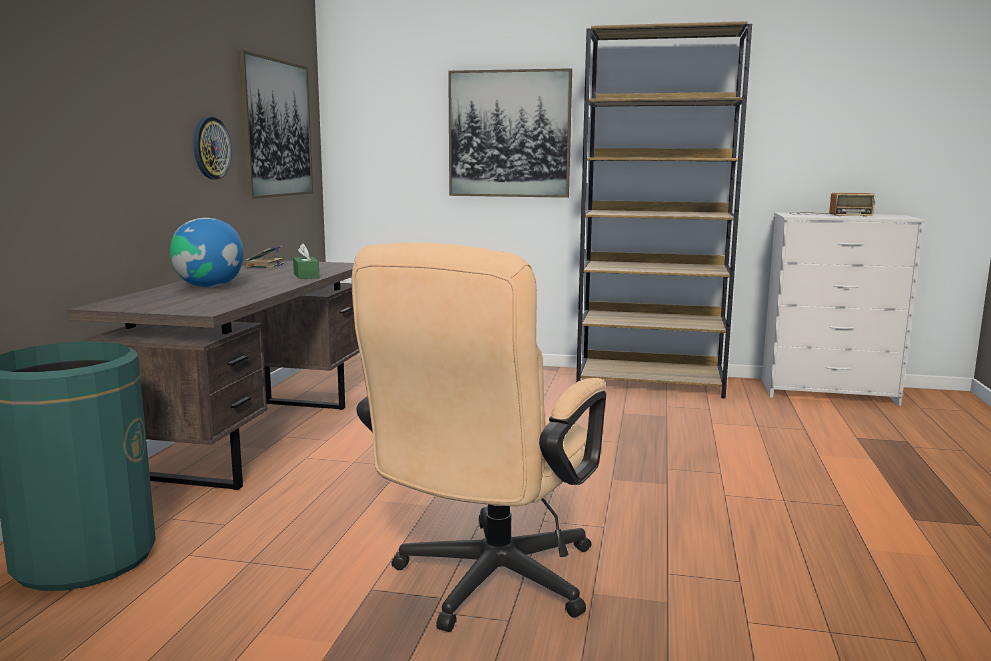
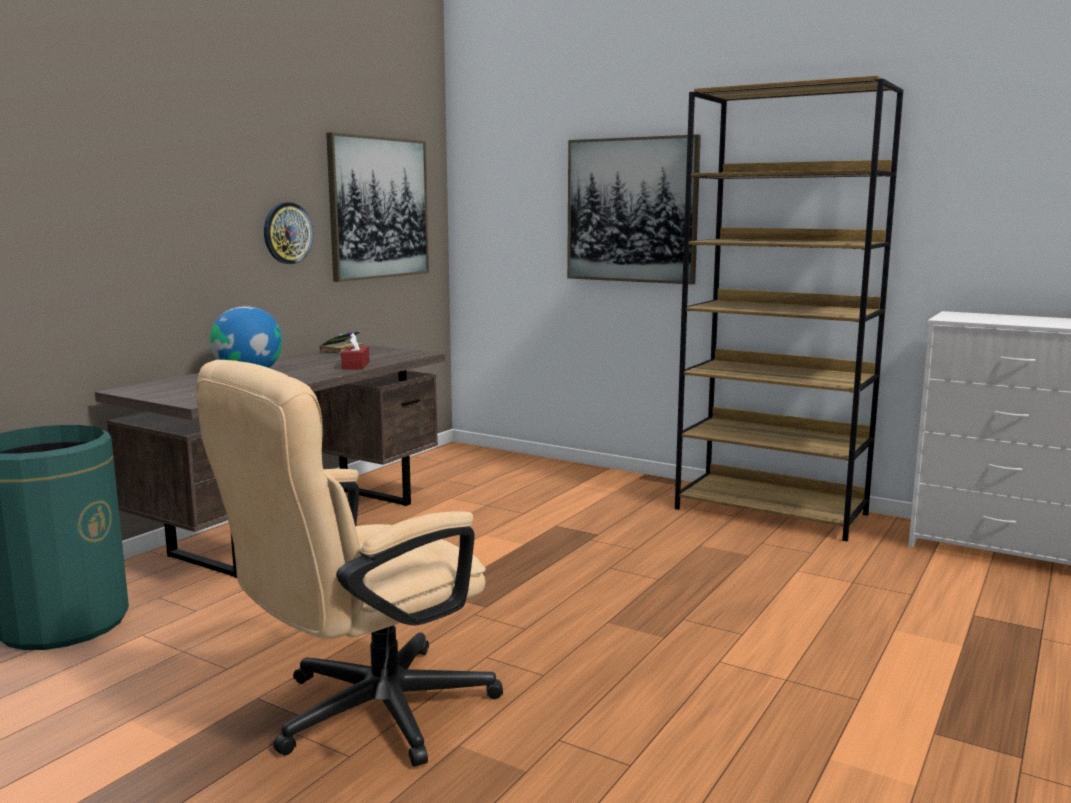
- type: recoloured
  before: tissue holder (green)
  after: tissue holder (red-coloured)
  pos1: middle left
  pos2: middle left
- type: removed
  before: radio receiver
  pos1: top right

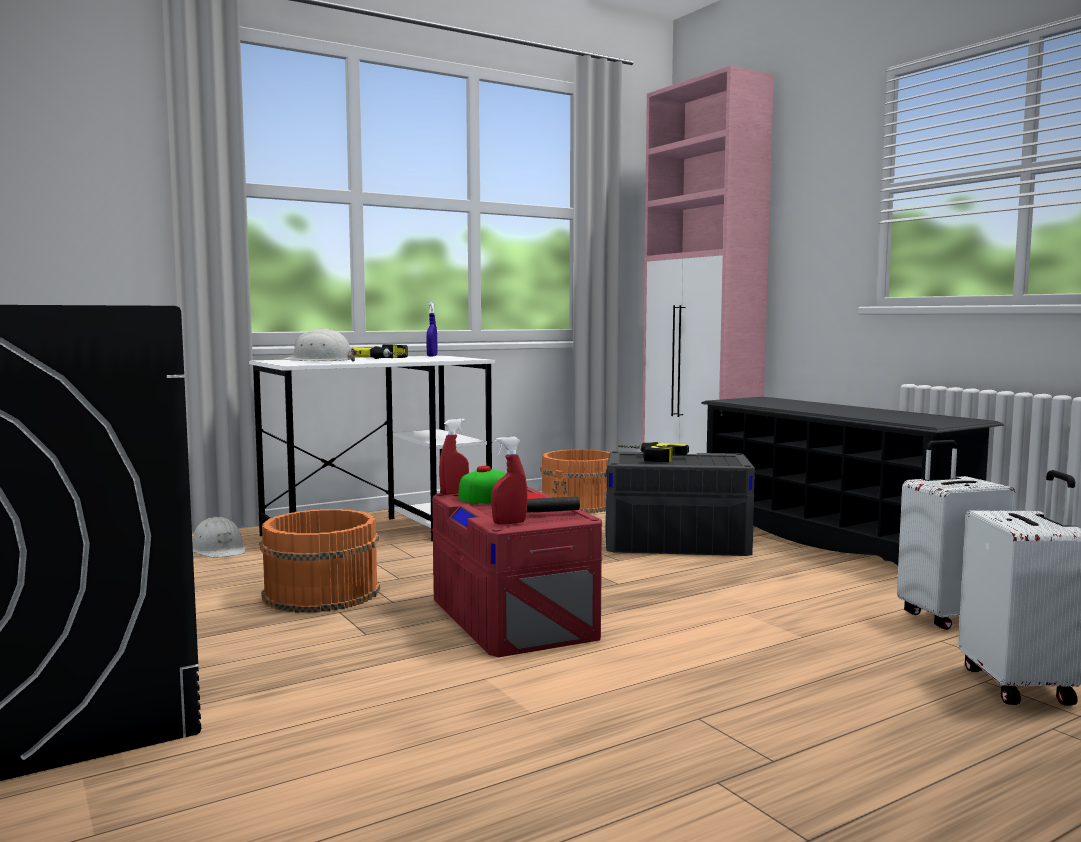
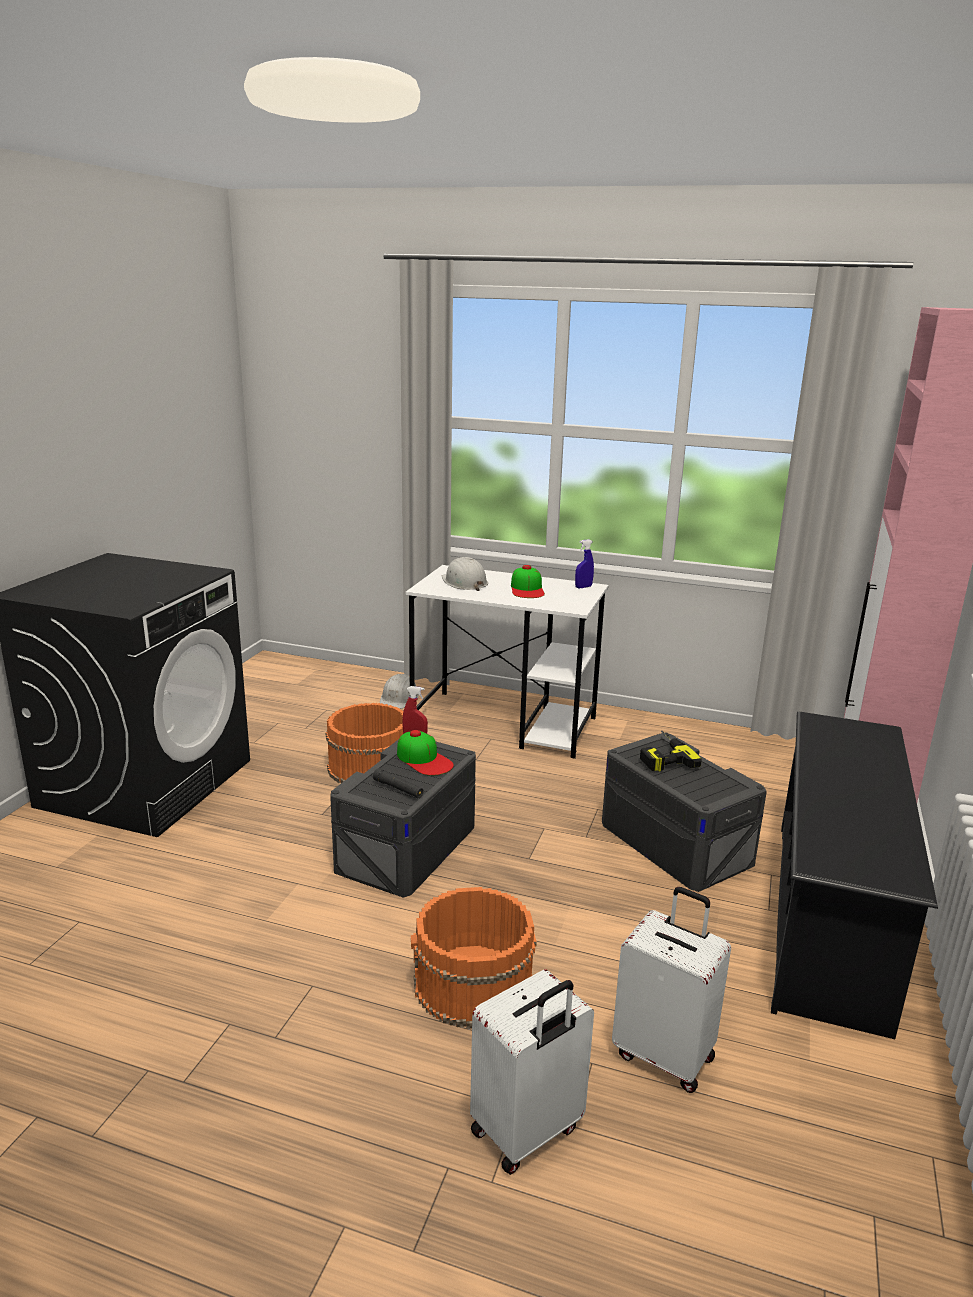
- type: replaced
  before: drill (1st from left)
  after: cap (2nd from left)
  pos1: centre
  pos2: centre
- type: recoloured
  before: storage bin (red-coloured)
  after: storage bin (gray) (1st from left)
  pos1: bottom centre
  pos2: centre
- type: removed
  before: spray bottle (red-coloured) (2nd from left)
  pos1: centre
- type: moved
  before: water bucket (orangey) (2nd from left)
  pos1: centre
  pos2: bottom centre

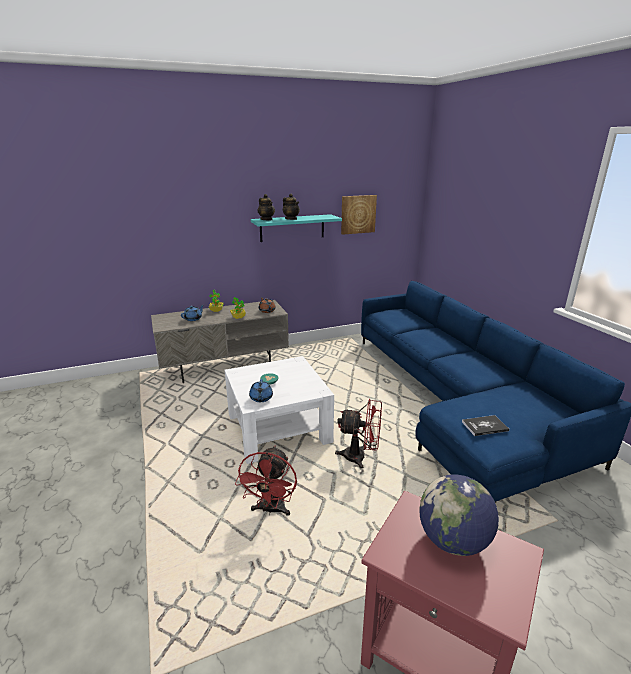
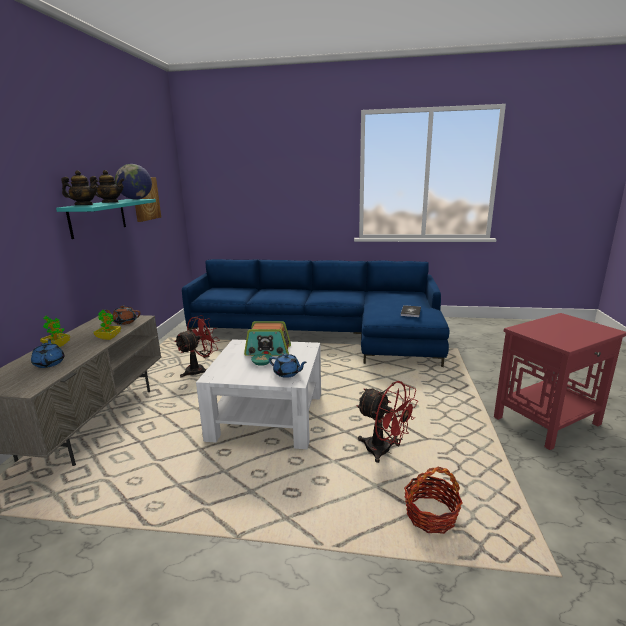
- type: moved
  before: cooling fan (red-coloured) (2nd from left in the first image)
  after: cooling fan (red-coloured) (1st from left)
  pos1: centre
  pos2: middle left
- type: moved
  before: world globe
  pos1: bottom right
  pos2: top left
- type: added
  after: radio receiver
  pos2: centre
- type: added
  after: household basket
  pos2: bottom right

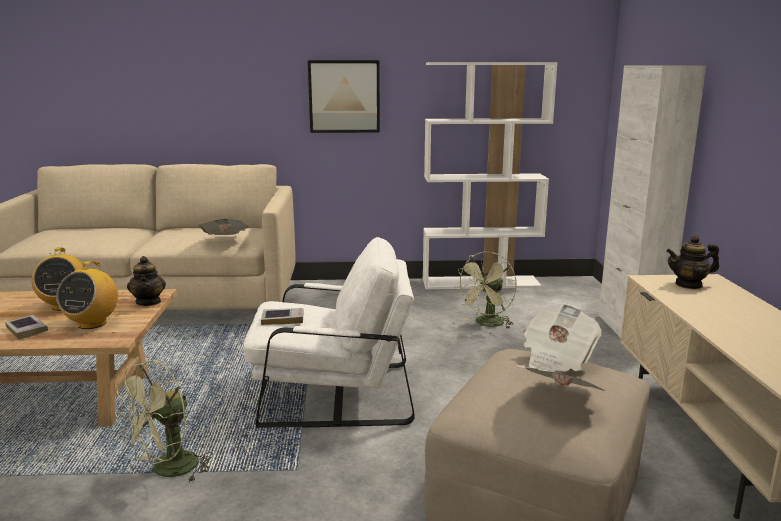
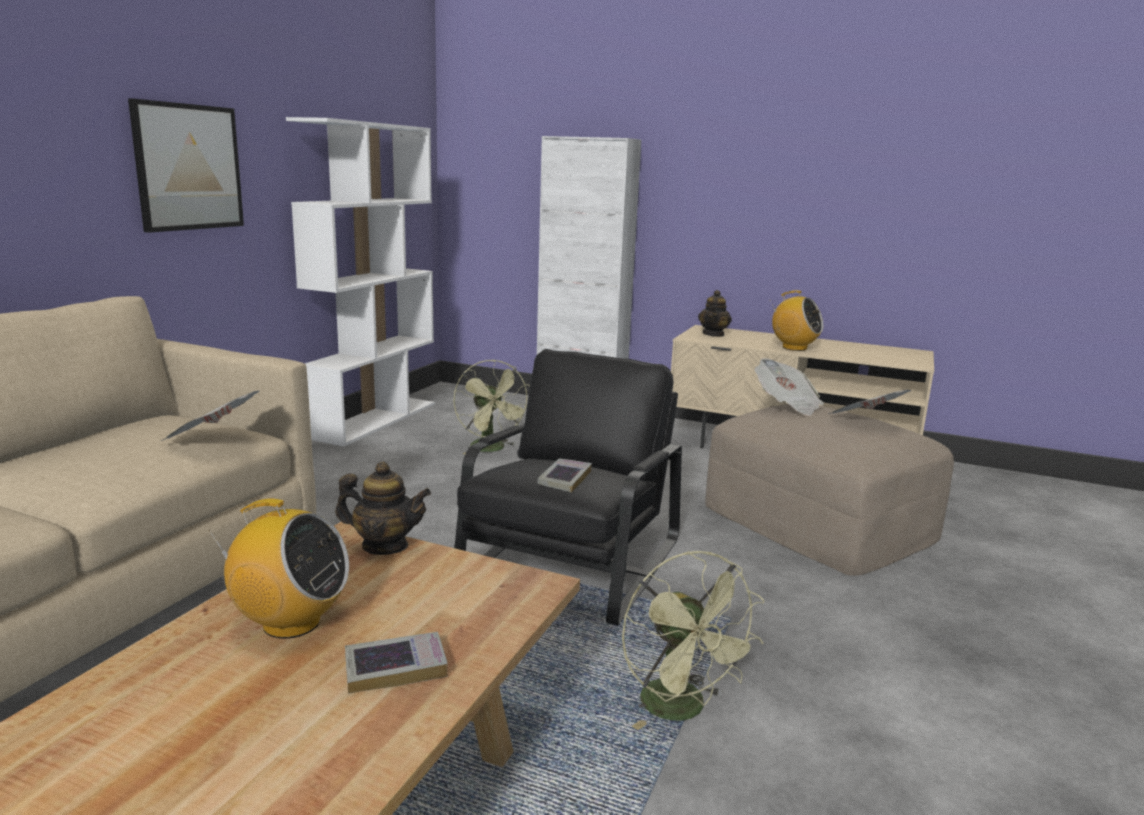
- type: moved
  before: radio receiver (2nd from left)
  pos1: middle left
  pos2: middle right
- type: recoloured
  before: armchair (white)
  after: armchair (black)
  pos1: centre
  pos2: centre

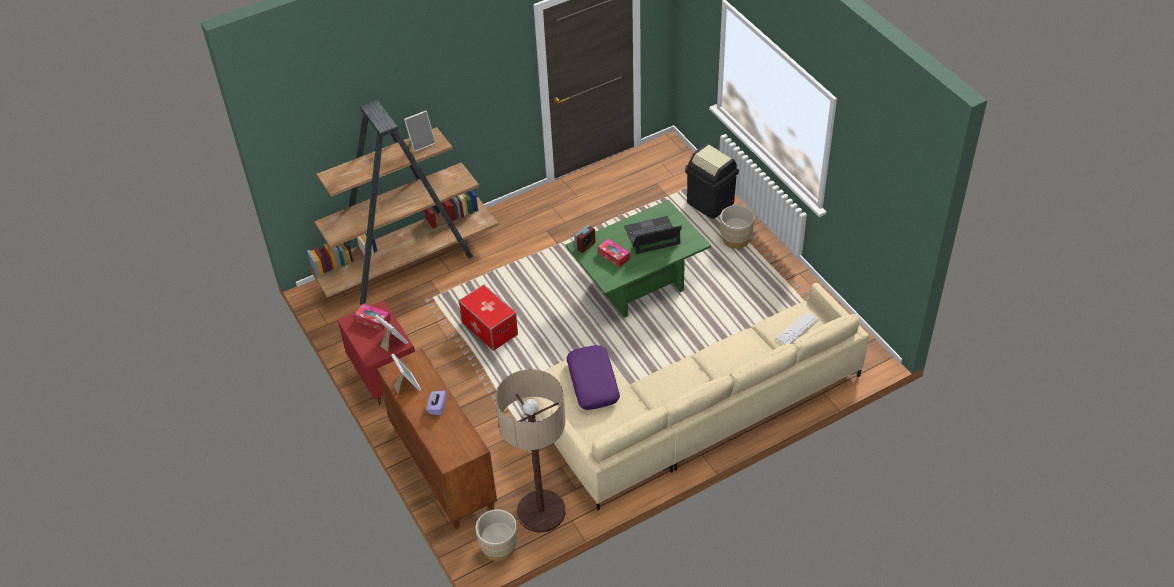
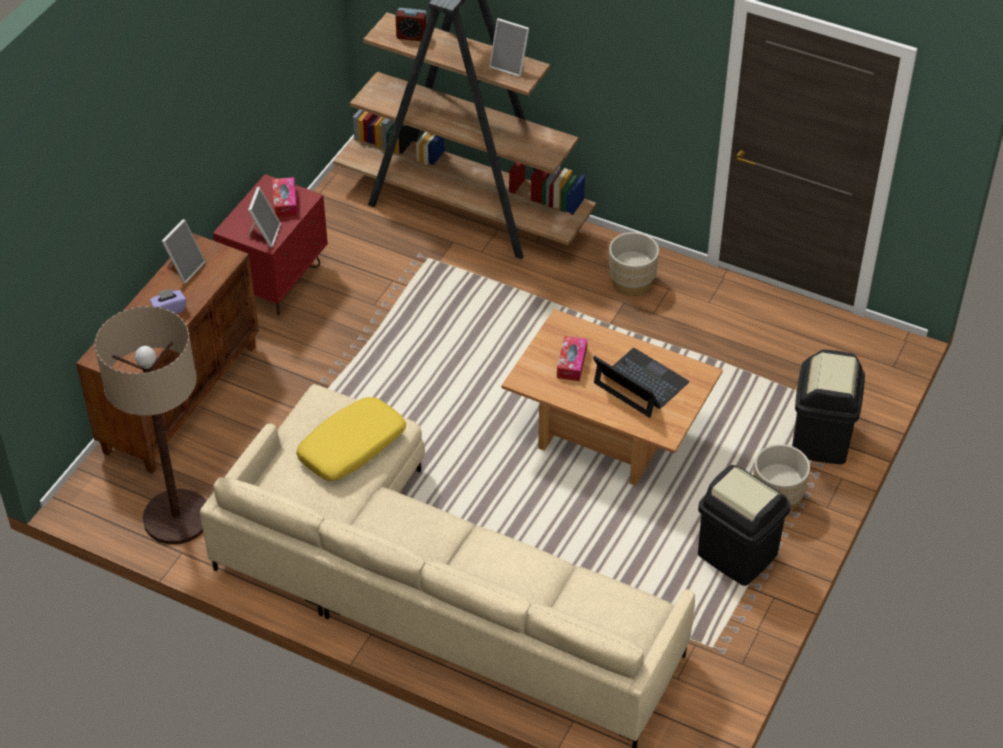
- type: removed
  before: storage bin
  pos1: centre
- type: moved
  before: planter (beige) (1st from left)
  pos1: bottom centre
  pos2: centre
- type: recoloured
  before: coffee table (green)
  after: coffee table (brownish)
  pos1: centre
  pos2: centre
- type: recoloured
  before: throw pillow (purplish)
  after: throw pillow (yellowish)
  pos1: centre
  pos2: centre
- type: moved
  before: table clock
  pos1: centre
  pos2: top centre
- type: removed
  before: PC keyboard
  pos1: middle right
- type: added
  after: waste bin (black) (1st from left)
  pos2: bottom right

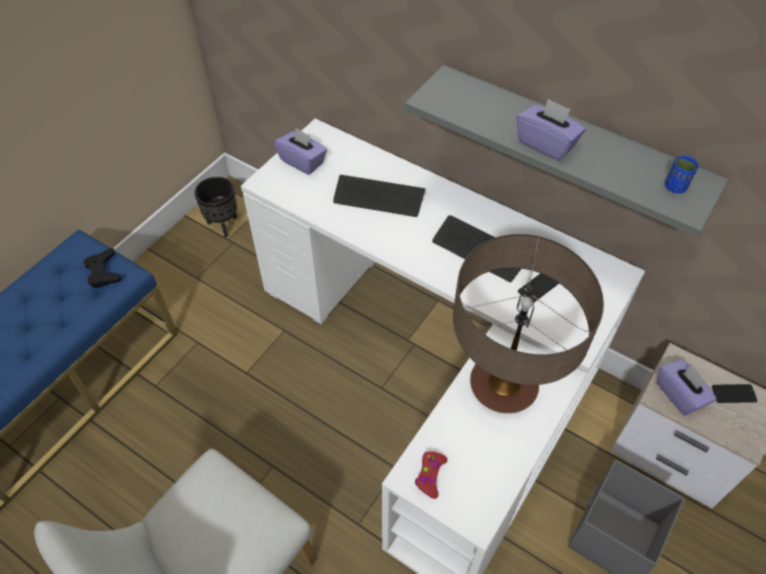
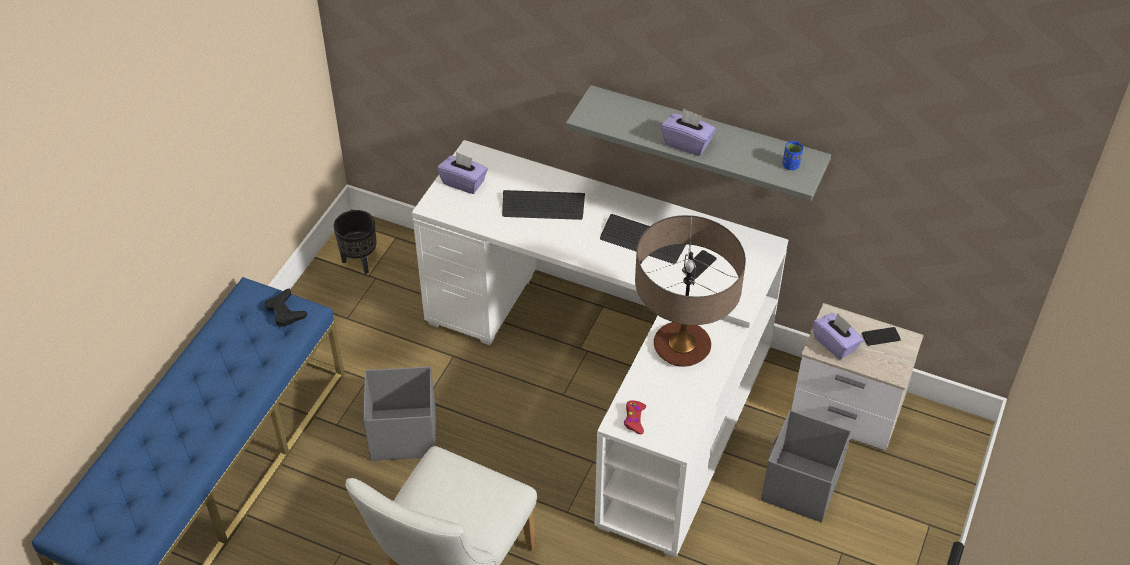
- type: added
  after: storage bin (gray) (1st from left)
  pos2: bottom centre

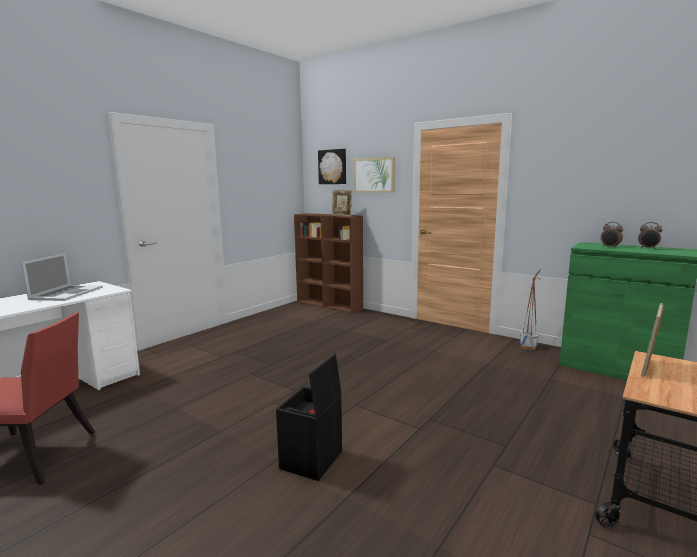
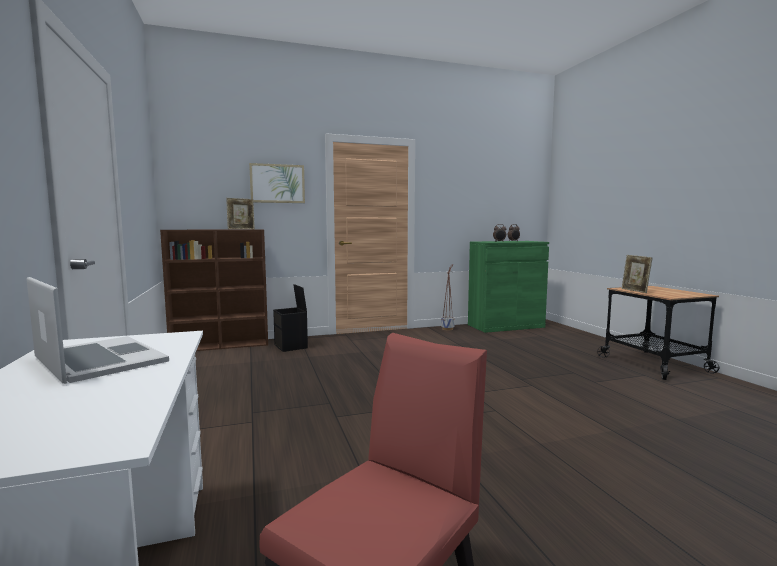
- type: moved
  before: storage bin (black)
  pos1: bottom centre
  pos2: centre
- type: removed
  before: picture (1st from left)
  pos1: top centre

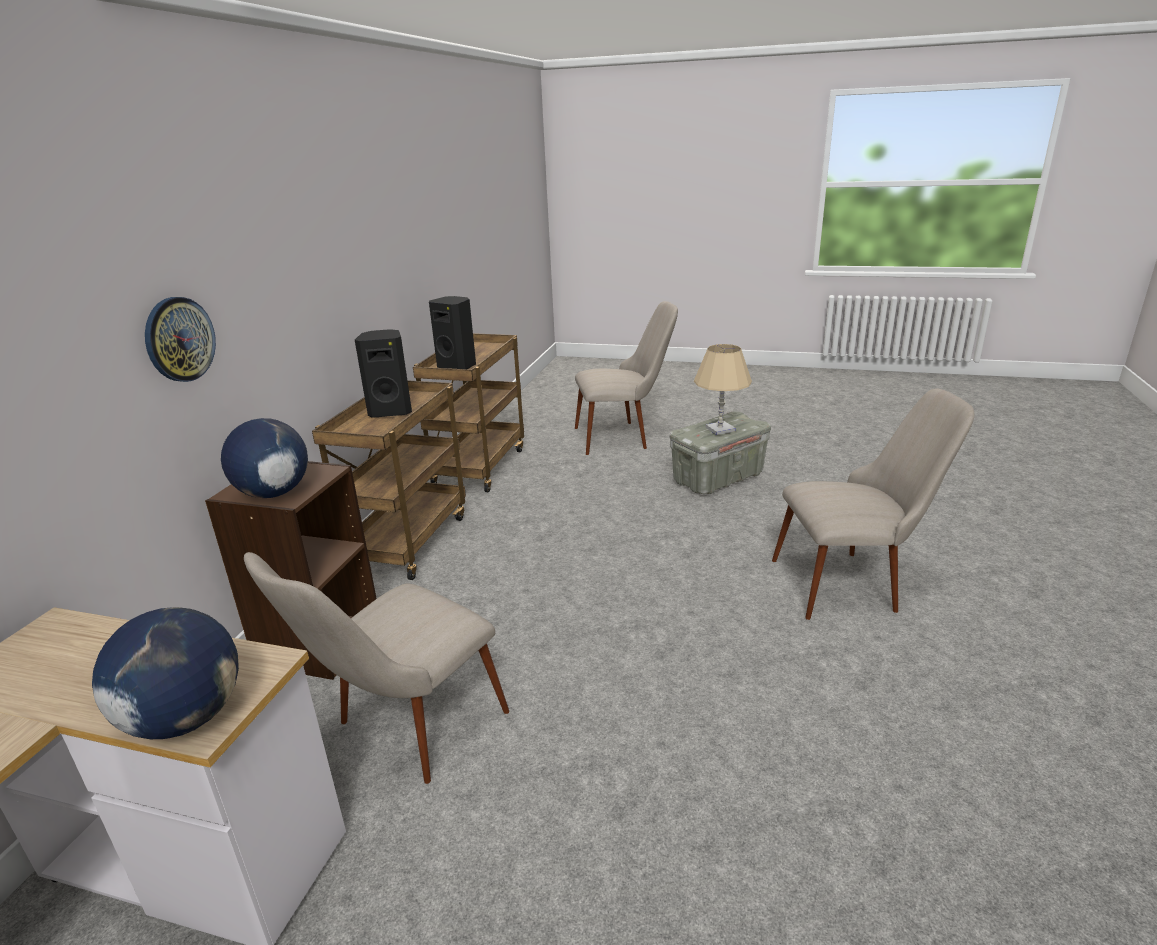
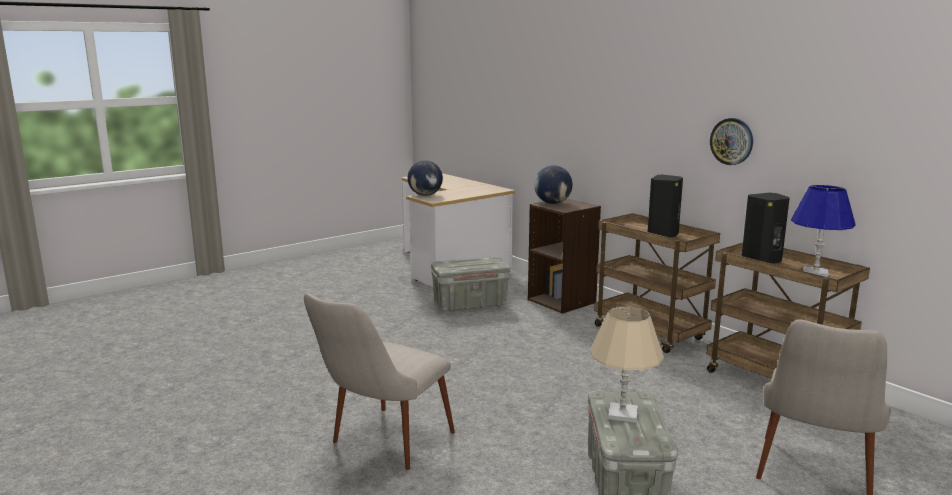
- type: moved
  before: hanging clock
  pos1: middle left
  pos2: top right
- type: replaced
  before: chair (beige) (1st from left)
  after: storage bin (gray) (1st from left)
  pos1: bottom left
  pos2: centre
- type: added
  after: tabletop lamp (blue)
  pos2: middle right

